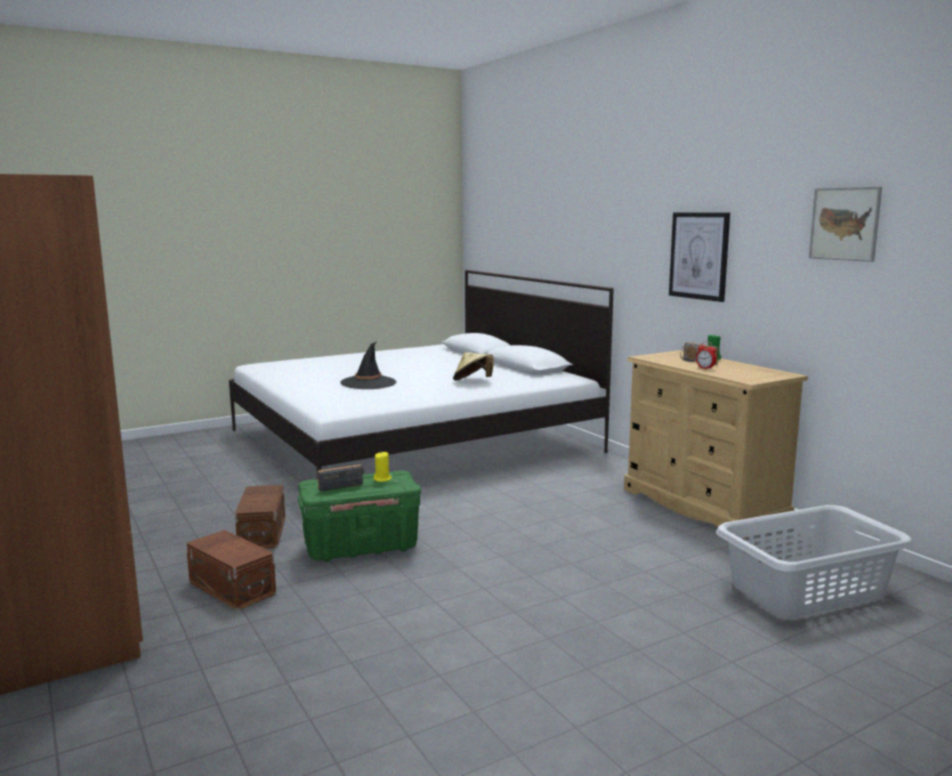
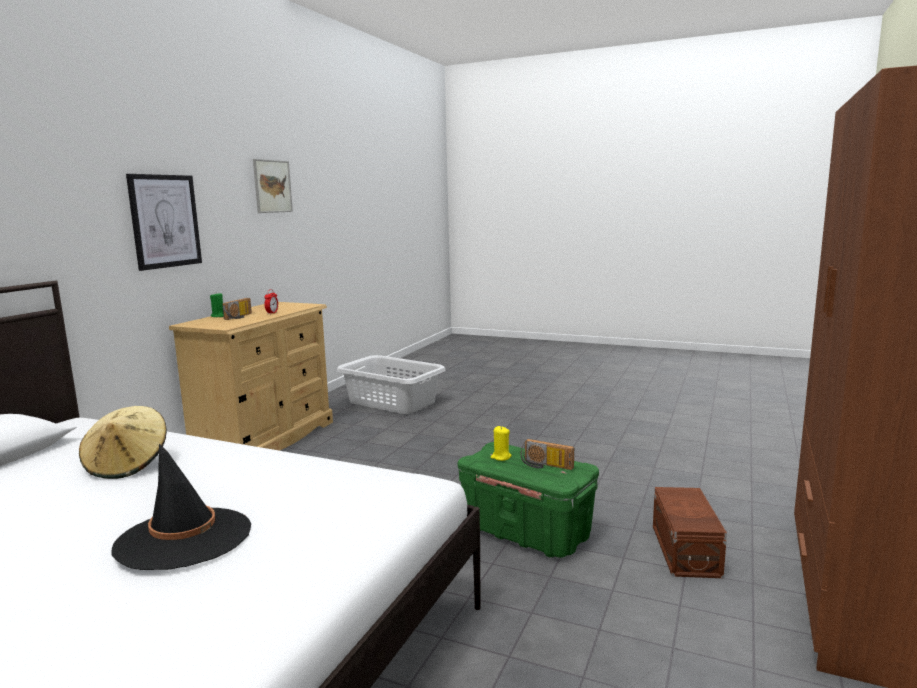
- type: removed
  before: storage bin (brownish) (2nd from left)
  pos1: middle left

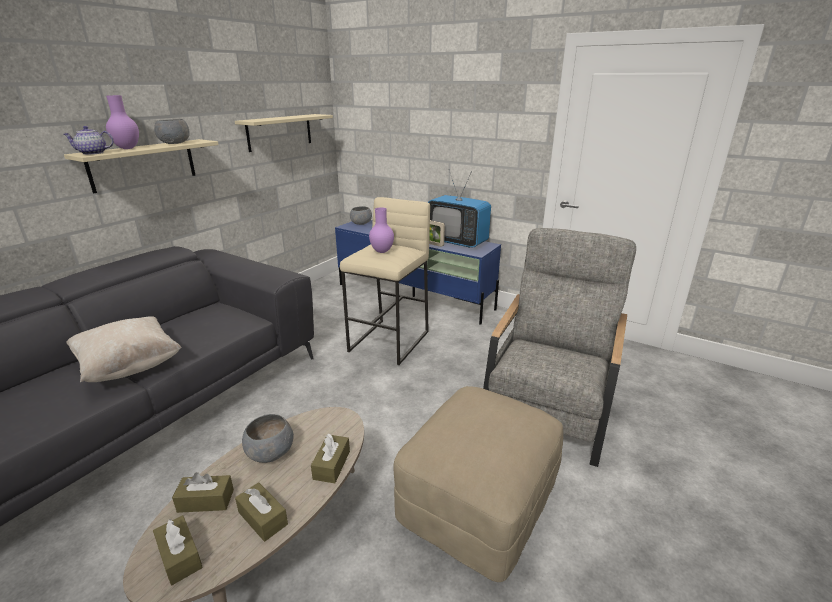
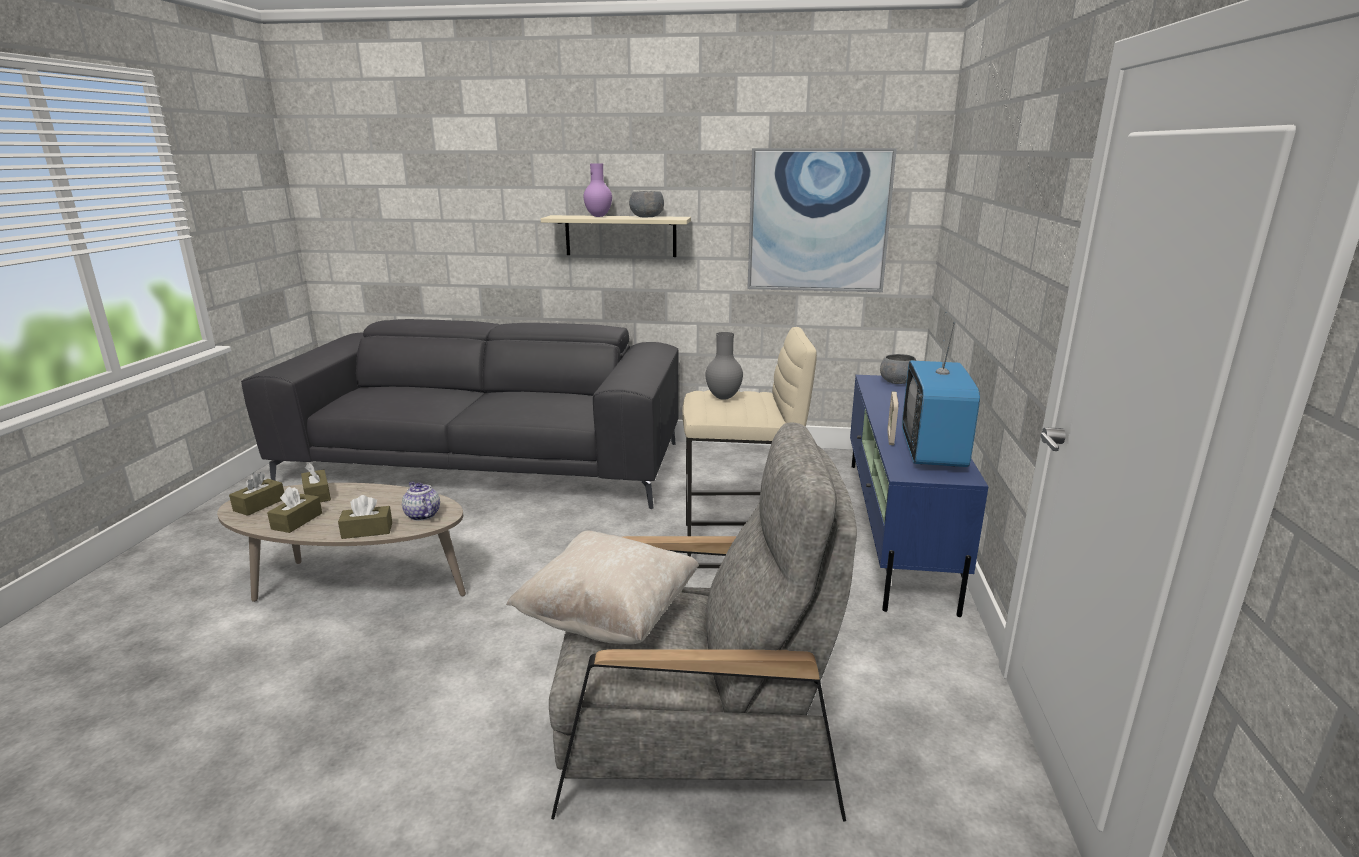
- type: moved
  before: tea pot
  pos1: top left
  pos2: middle left
- type: moved
  before: throw pillow (beige)
  pos1: middle left
  pos2: bottom centre
- type: replaced
  before: shelf (beige) (2nd from left)
  after: picture
  pos1: top centre
  pos2: top centre
- type: removed
  before: bowl (gray) (2nd from left)
  pos1: bottom left
- type: recoloured
  before: flower vase (purplish) (2nd from left)
  after: flower vase (gray)
  pos1: centre
  pos2: centre
- type: removed
  before: ottoman (beige)
  pos1: bottom centre

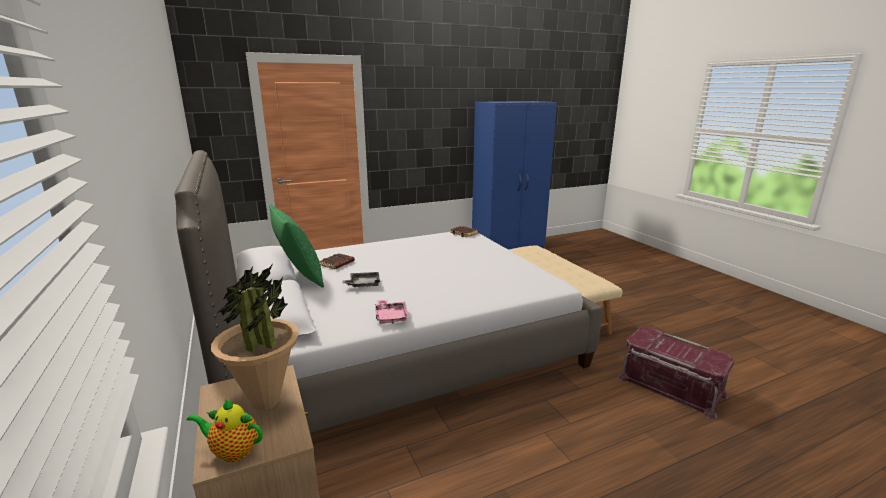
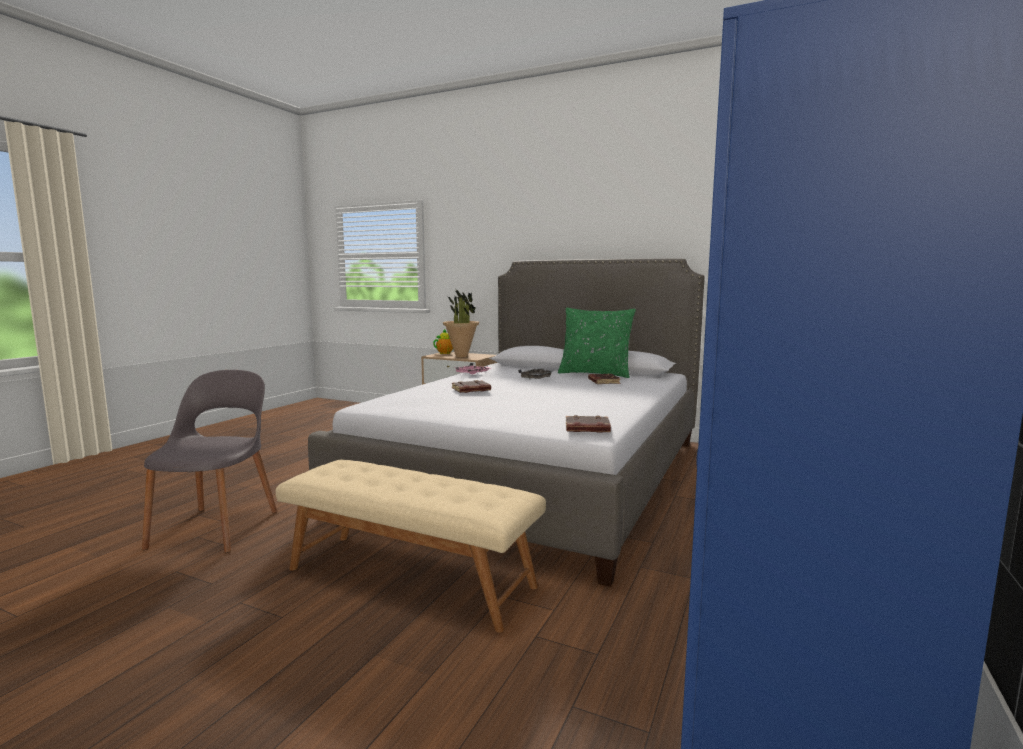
- type: replaced
  before: storage bin (red-coloured)
  after: chair (gray)
  pos1: bottom right
  pos2: middle left
- type: added
  after: bound book (brownish) (1st from left)
  pos2: centre

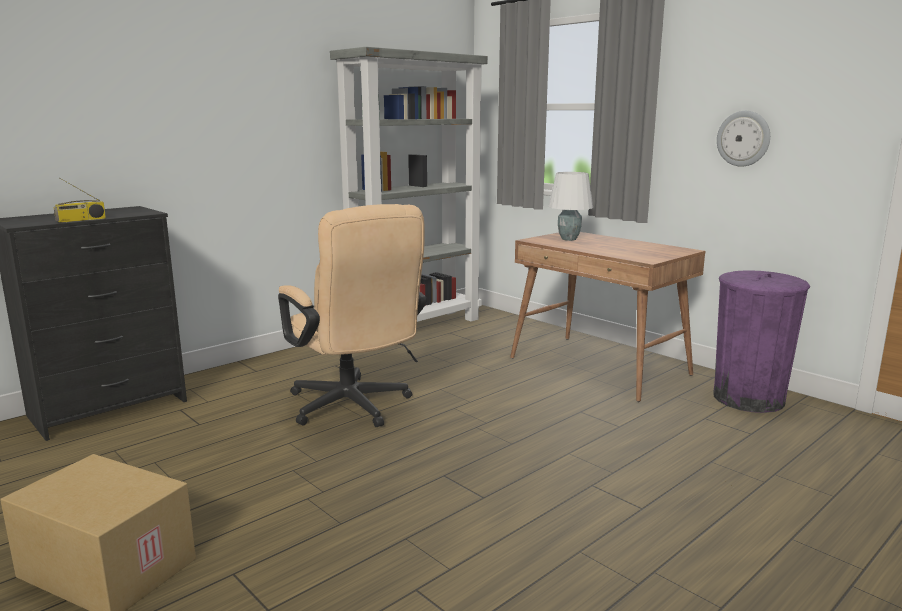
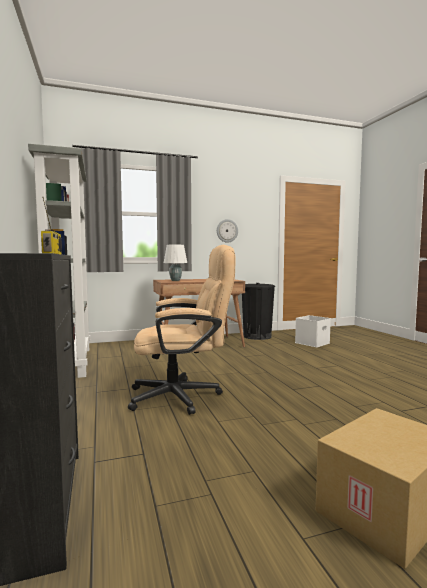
- type: recoloured
  before: waste bin (purplish)
  after: waste bin (black)
  pos1: middle right
  pos2: centre
- type: added
  after: storage bin (white)
  pos2: middle right

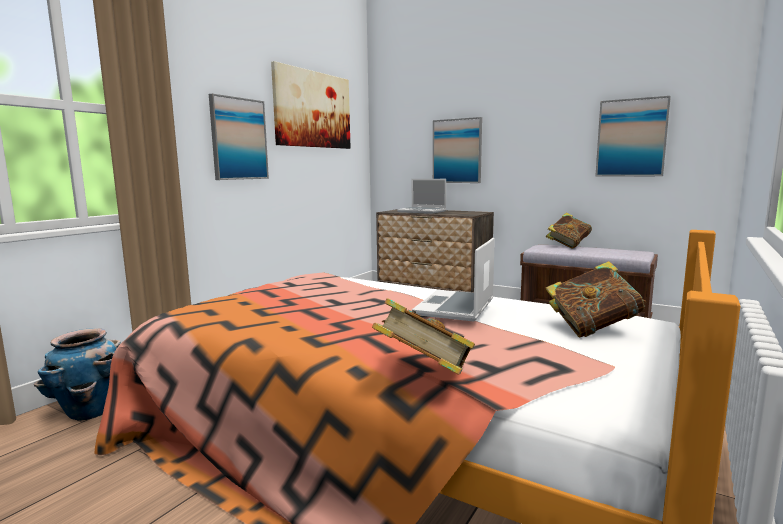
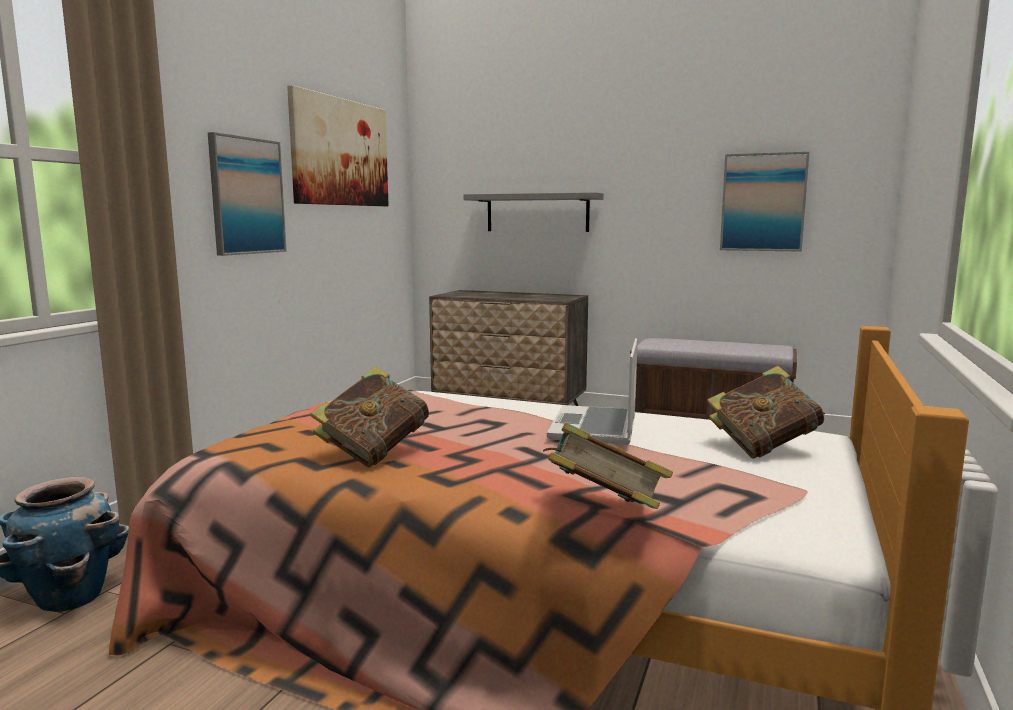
- type: removed
  before: portable computer (1st from left)
  pos1: centre
- type: replaced
  before: picture (3rd from left)
  after: shelf (gray)
  pos1: top centre
  pos2: top centre
- type: moved
  before: bound book (2nd from left in the first image)
  after: bound book (1st from left)
  pos1: middle right
  pos2: centre

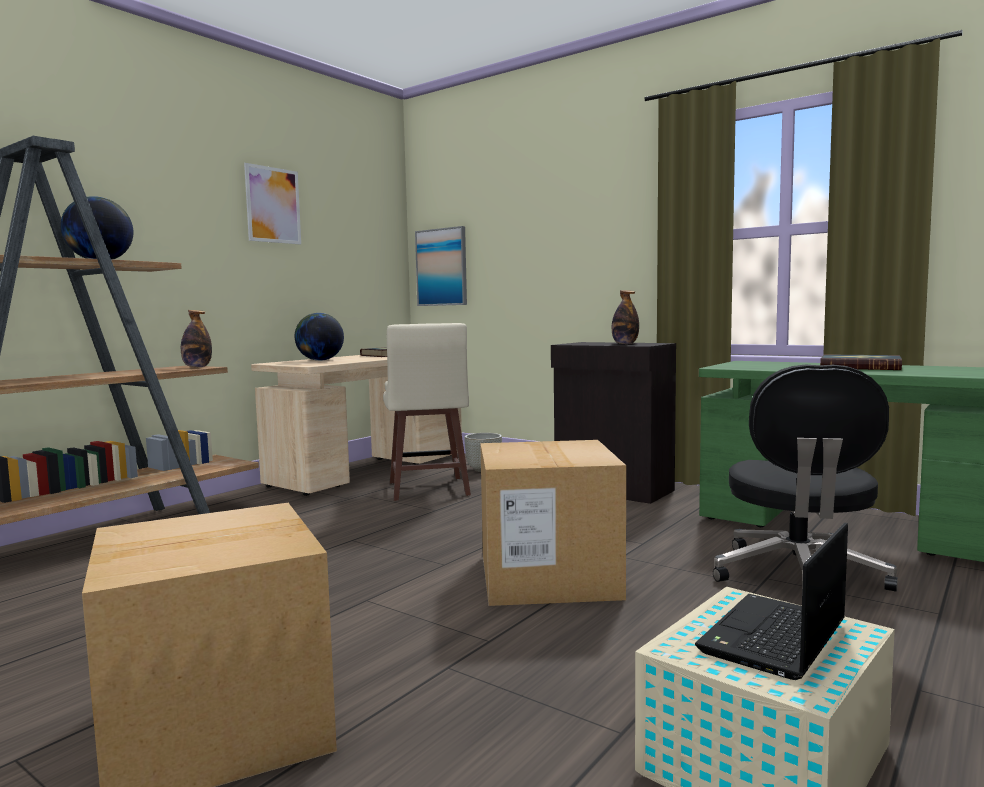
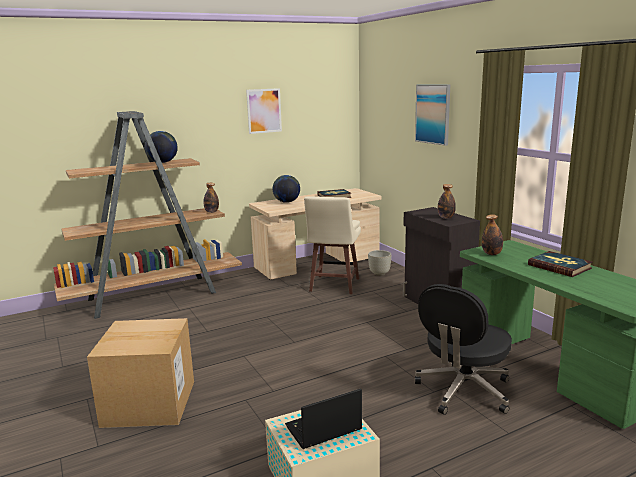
- type: moved
  before: picture (2nd from left)
  pos1: centre
  pos2: top right
- type: removed
  before: cardboard box (2nd from left)
  pos1: centre
- type: added
  after: bottle (3rd from left)
  pos2: middle right

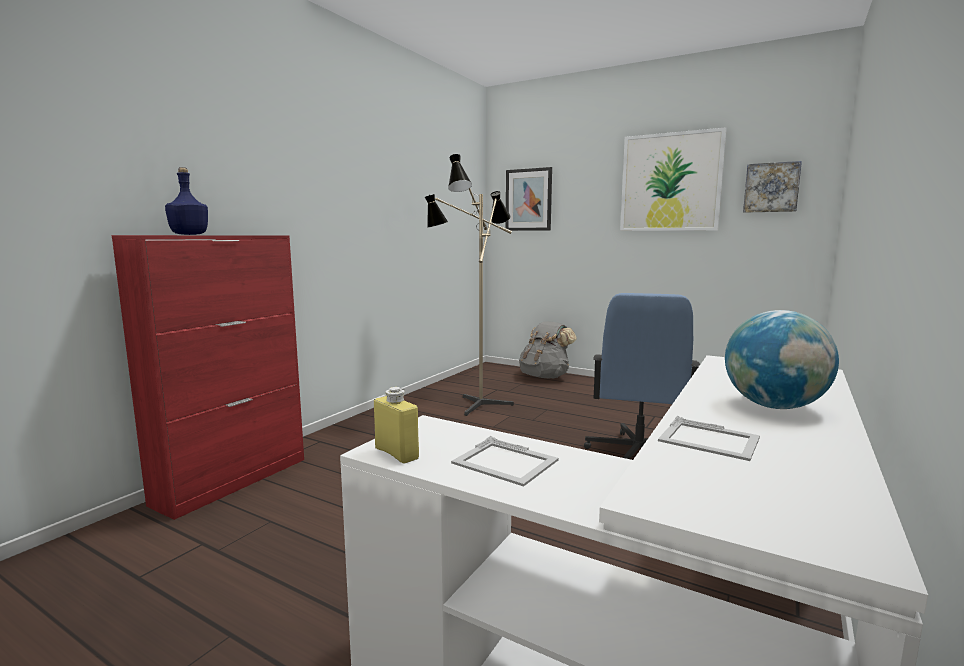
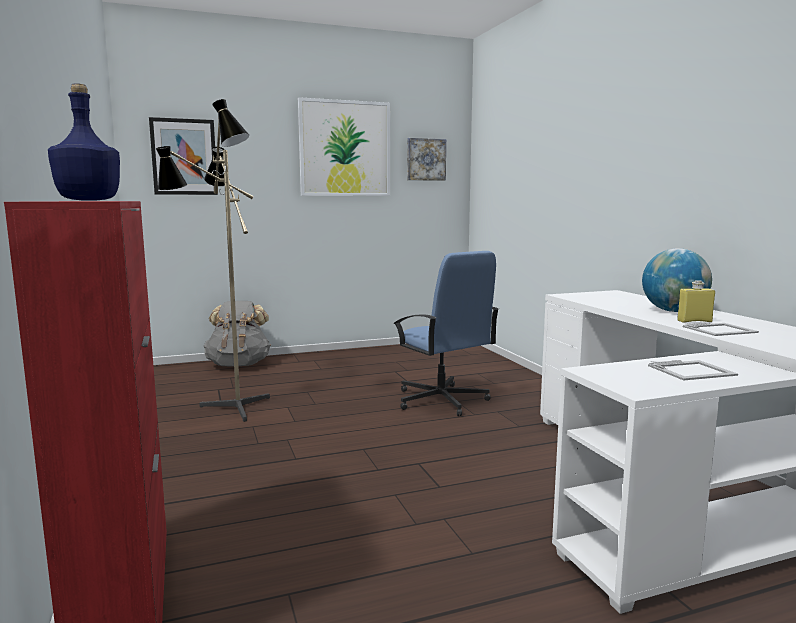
- type: moved
  before: bottle (yellowish)
  pos1: centre
  pos2: middle right

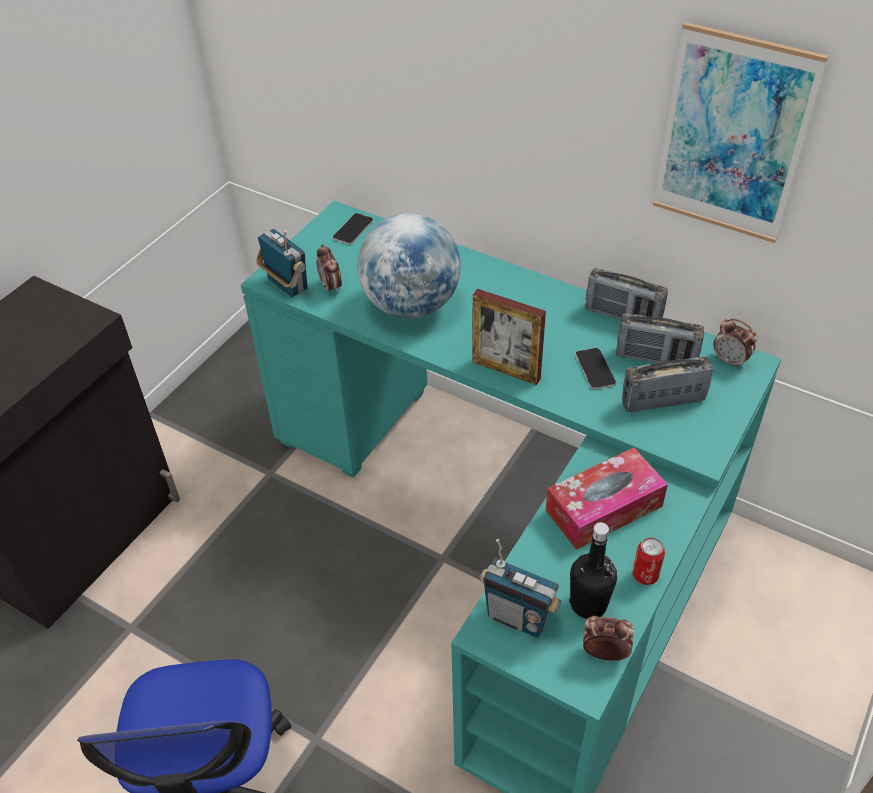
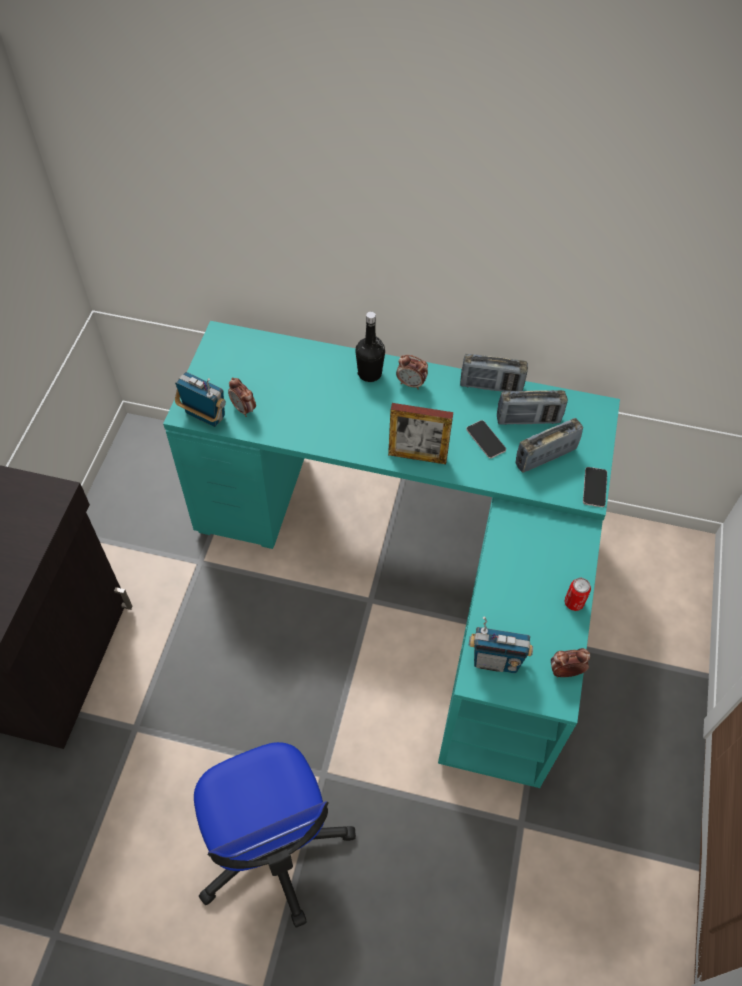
- type: moved
  before: phone (1st from left in the first image)
  after: phone (2nd from left)
  pos1: top centre
  pos2: middle right
- type: removed
  before: world globe
  pos1: centre
- type: removed
  before: tissue holder
  pos1: middle right
- type: moved
  before: bottle (black)
  pos1: bottom right
  pos2: centre
- type: removed
  before: picture
  pos1: top right
- type: moved
  before: table clock (3rd from left in the first image)
  after: table clock (2nd from left)
  pos1: middle right
  pos2: centre

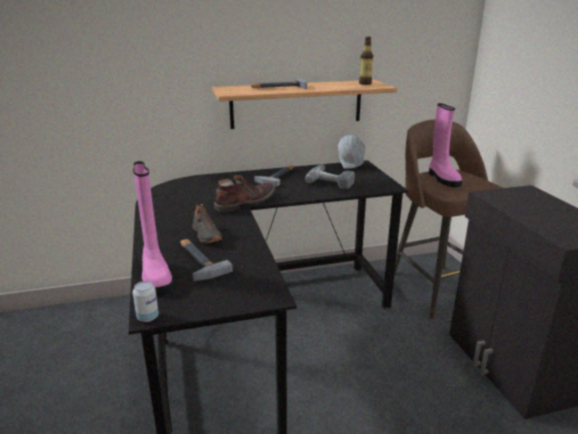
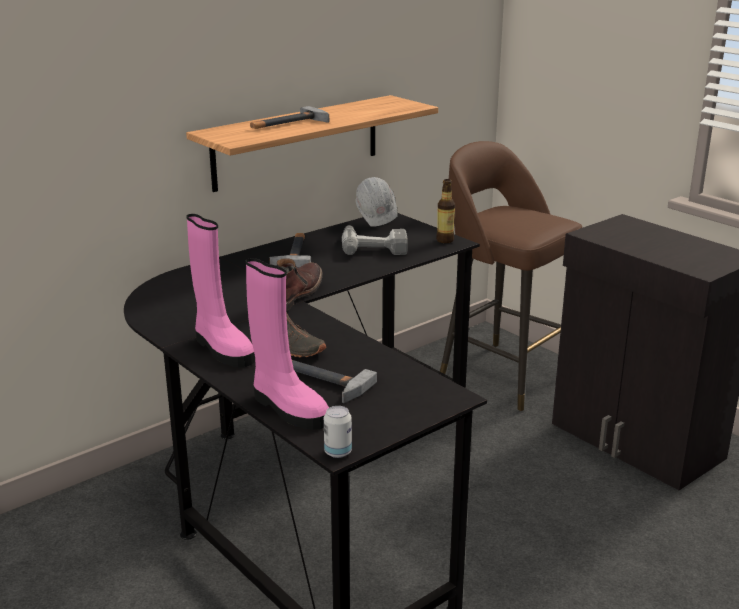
- type: moved
  before: bottle
  pos1: top centre
  pos2: centre
- type: moved
  before: tall boot (pink-coloured) (2nd from left in the first image)
  after: tall boot (pink-coloured) (1st from left)
  pos1: middle right
  pos2: middle left

